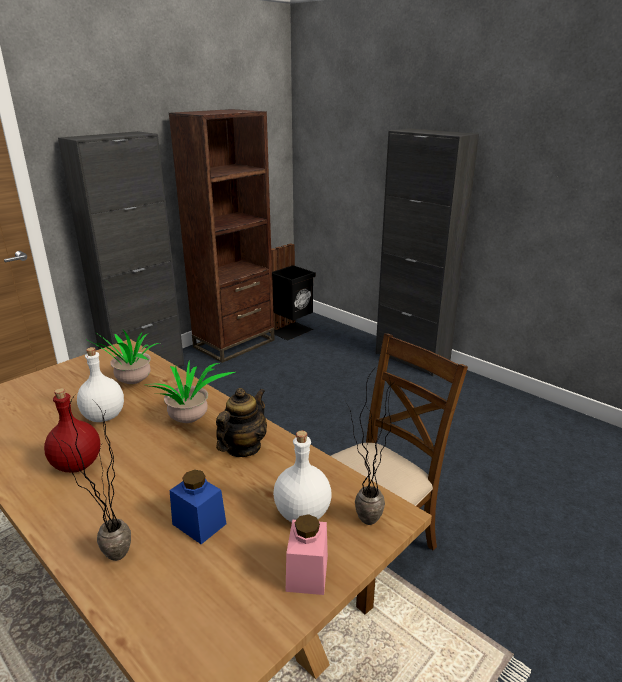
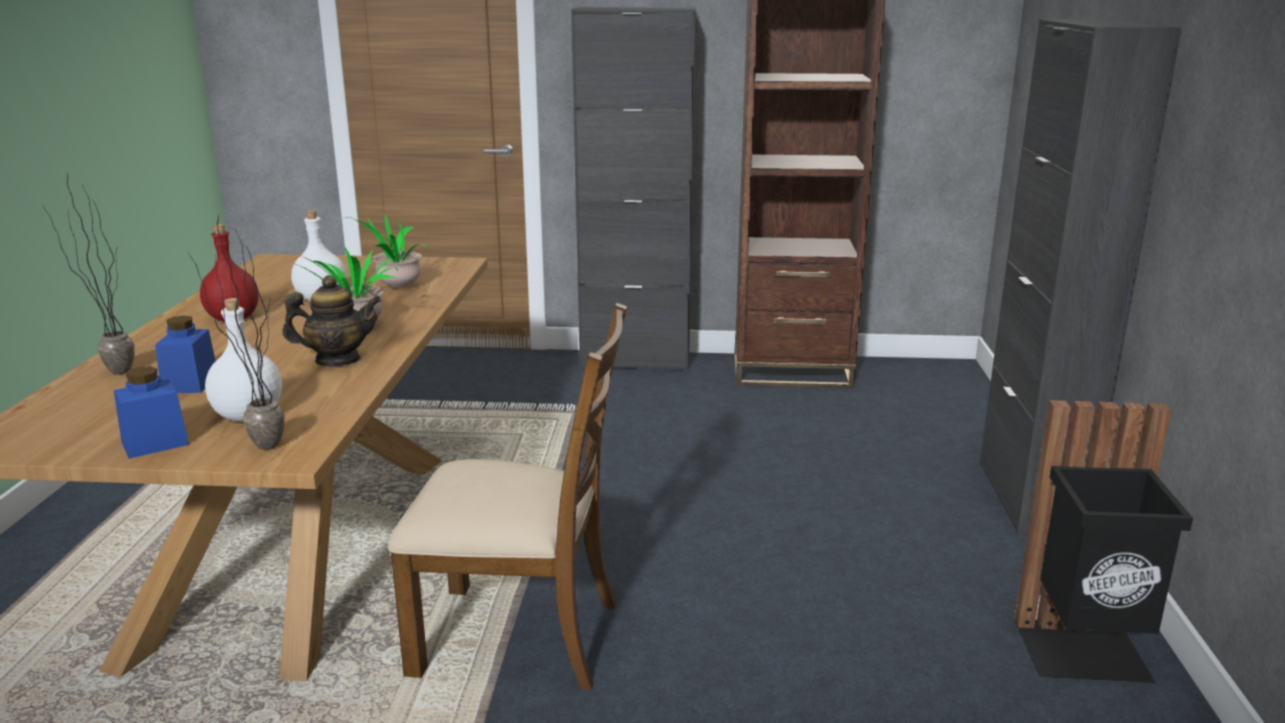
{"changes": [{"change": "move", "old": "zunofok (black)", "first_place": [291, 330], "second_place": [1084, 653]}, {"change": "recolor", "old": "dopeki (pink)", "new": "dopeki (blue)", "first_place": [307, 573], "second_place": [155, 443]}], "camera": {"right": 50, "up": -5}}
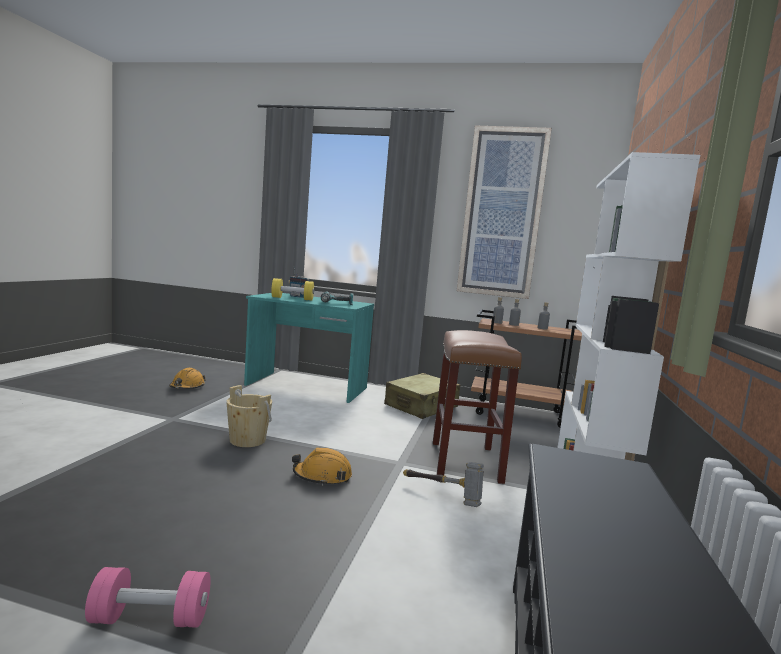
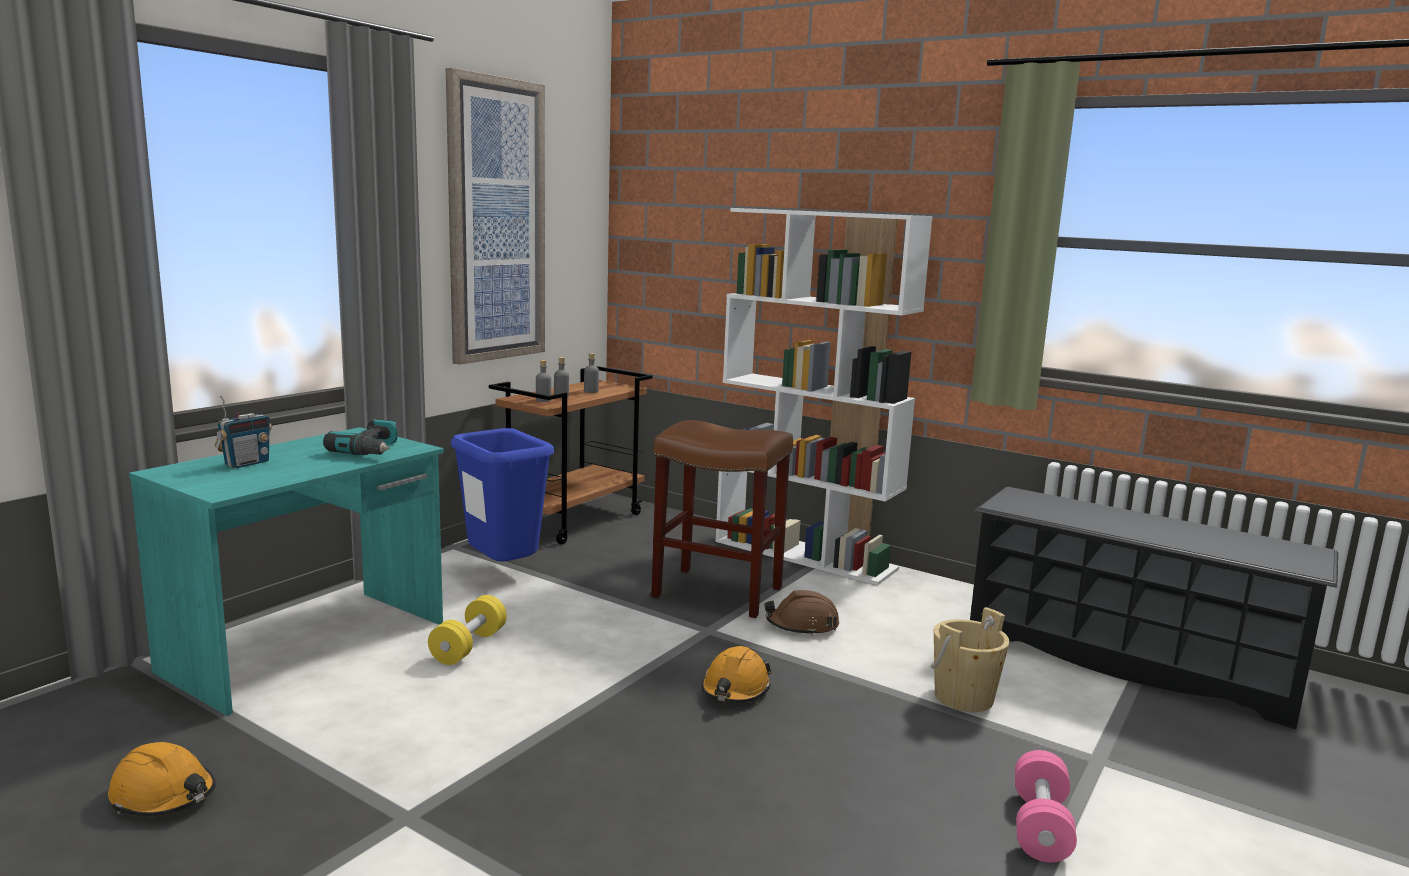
{"changes": [{"change": "move", "old": "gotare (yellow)", "first_place": [292, 298], "second_place": [469, 646]}, {"change": "replace", "old": "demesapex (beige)", "new": "zunofok (blue)", "first_place": [421, 406], "second_place": [502, 571]}, {"change": "move", "old": "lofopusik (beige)", "first_place": [247, 440], "second_place": [963, 697]}, {"change": "replace", "old": "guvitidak", "new": "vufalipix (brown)", "first_place": [443, 495], "second_place": [802, 625]}], "camera": {"right": -70, "up": 5}}
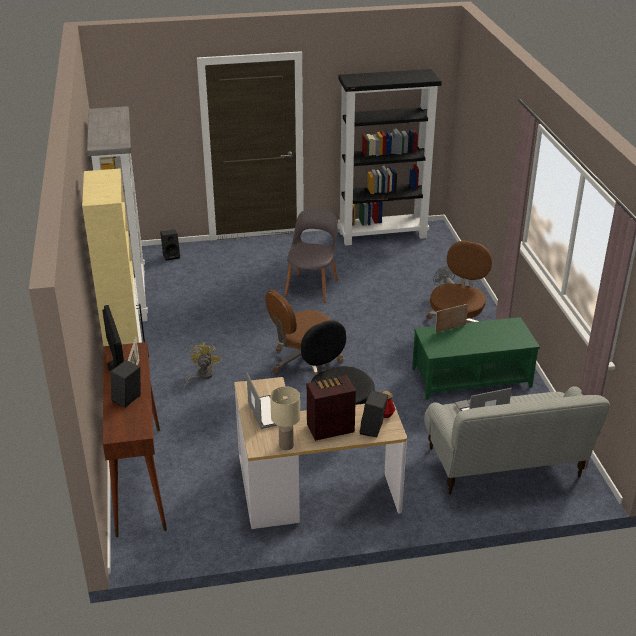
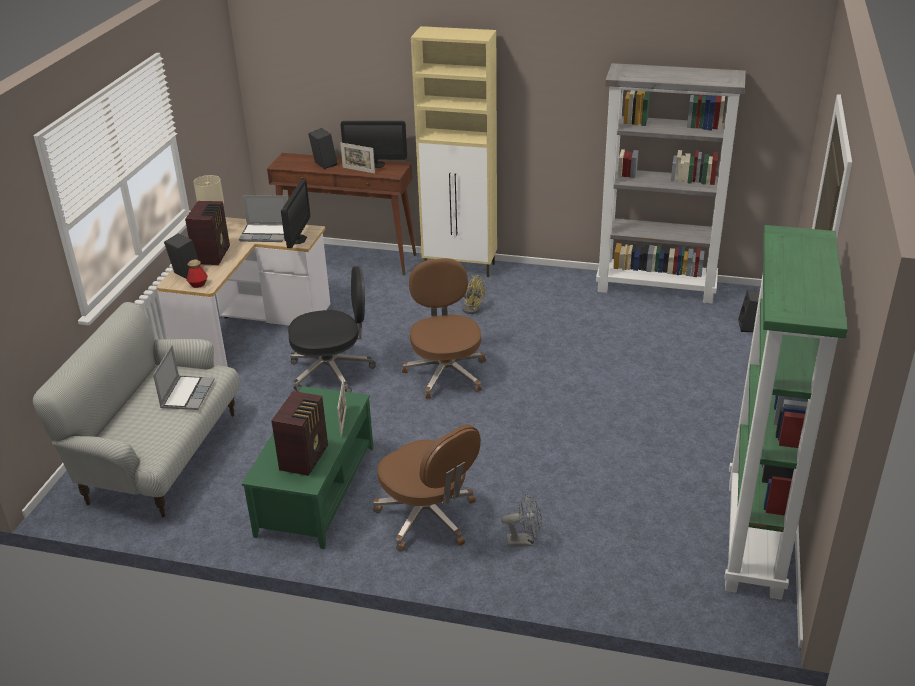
{"changes": [{"change": "recolor", "old": "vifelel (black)", "new": "vifelel (green)", "first_place": [383, 234], "second_place": [755, 539]}, {"change": "delete", "old": "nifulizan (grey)", "first_place": [312, 287]}, {"change": "insert", "new": "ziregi", "second_place": [297, 239]}, {"change": "insert", "new": "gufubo", "second_place": [305, 457]}], "camera": {"right": 115, "up": 0}}
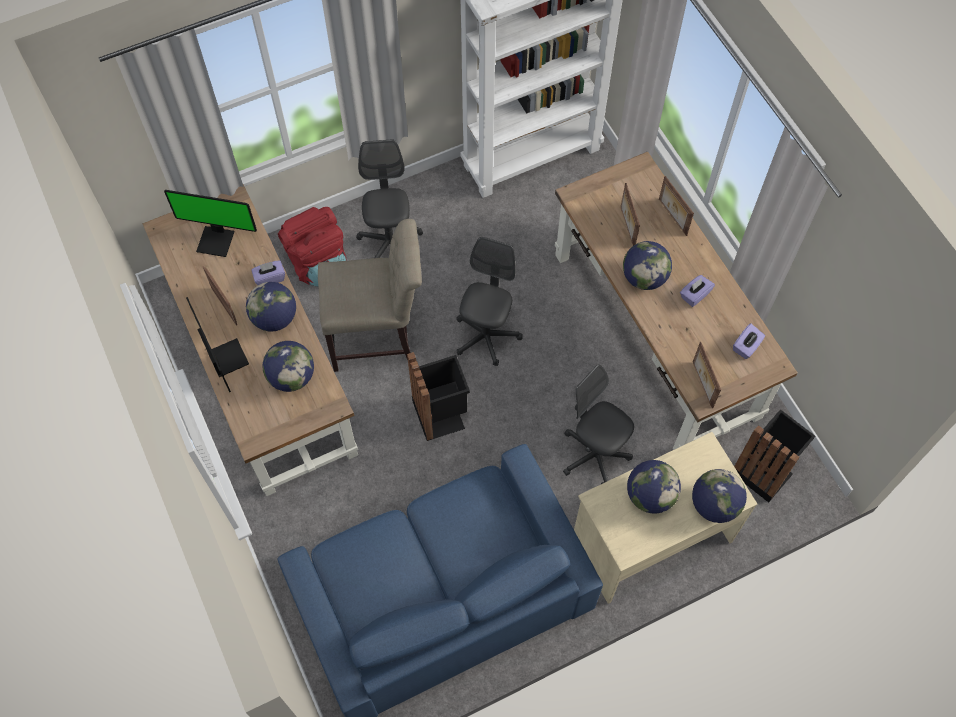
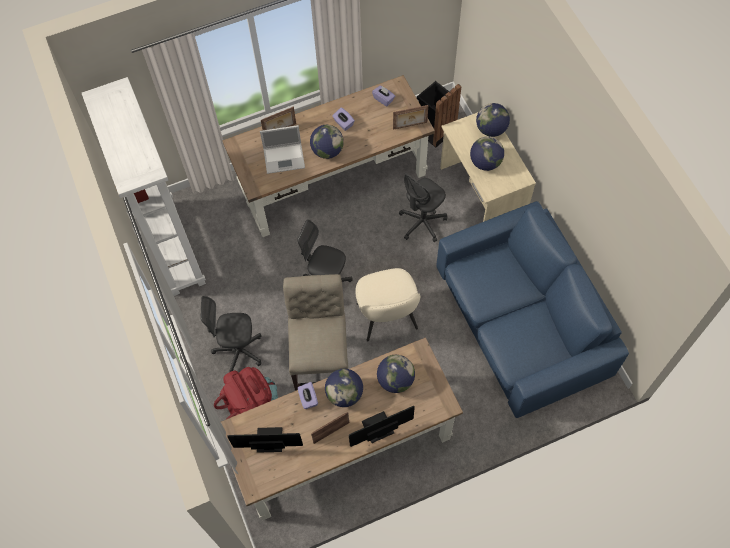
{"changes": [{"change": "replace", "old": "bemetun", "new": "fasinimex", "first_place": [626, 226], "second_place": [285, 158]}, {"change": "rotate", "old": "ziregi", "first_place": [217, 240], "second_place": [269, 441], "degrees": -105}, {"change": "replace", "old": "zunofok (black)", "new": "nifulizan (beige)", "first_place": [441, 413], "second_place": [387, 318]}], "camera": {"right": -85, "up": 0}}
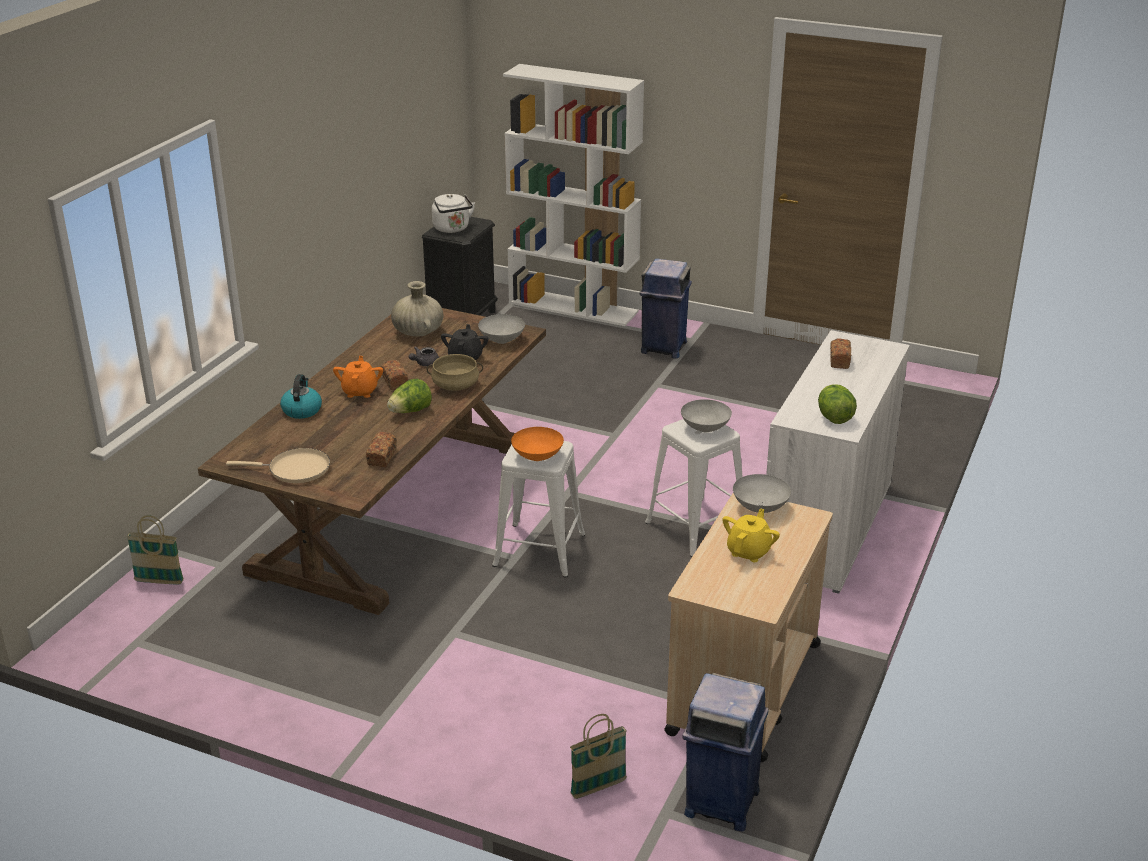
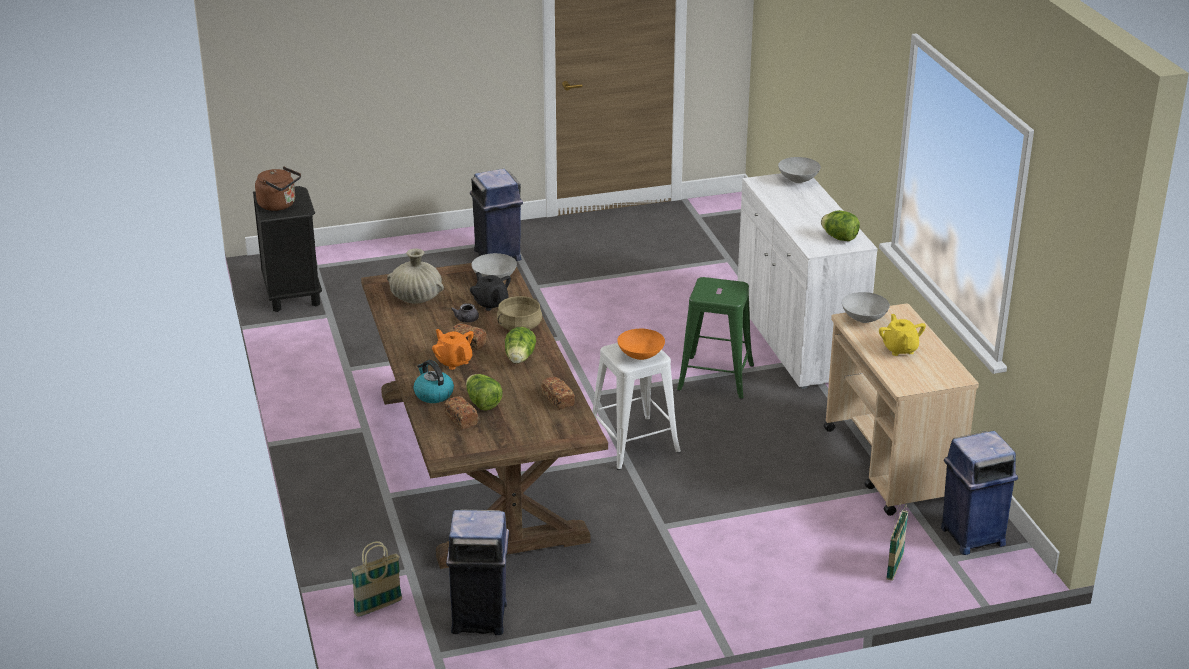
{"changes": [{"change": "delete", "old": "vifelel (white)", "first_place": [574, 307]}, {"change": "recolor", "old": "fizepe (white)", "new": "fizepe (brown)", "first_place": [452, 229], "second_place": [279, 205]}, {"change": "move", "old": "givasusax", "first_place": [839, 360], "second_place": [461, 419]}, {"change": "move", "old": "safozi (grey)", "first_place": [705, 428], "second_place": [798, 180]}, {"change": "recolor", "old": "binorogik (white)", "new": "binorogik (green)", "first_place": [696, 527], "second_place": [715, 377]}, {"change": "delete", "old": "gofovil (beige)", "first_place": [295, 469]}, {"change": "insert", "new": "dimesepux", "second_place": [482, 403]}, {"change": "insert", "new": "zunofok (blue)", "second_place": [480, 618]}], "camera": {"right": -40, "up": 0}}
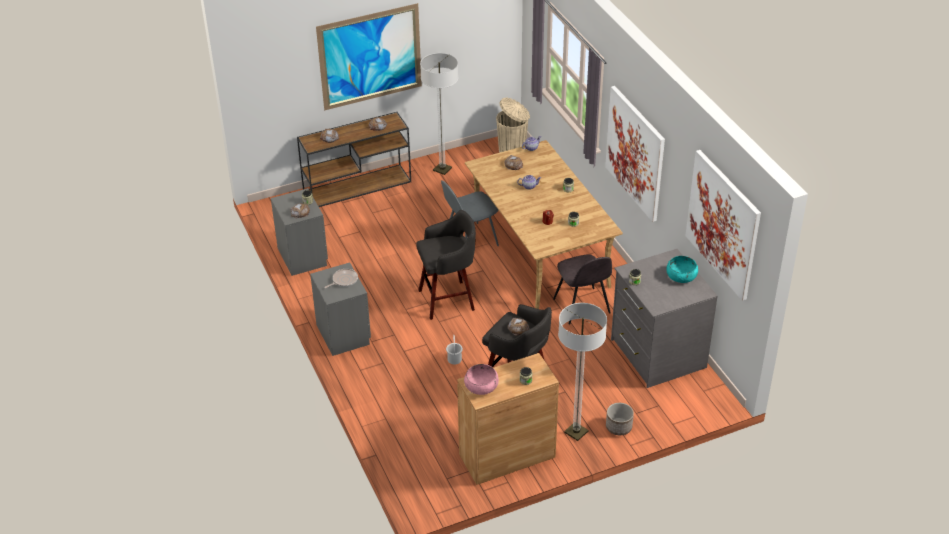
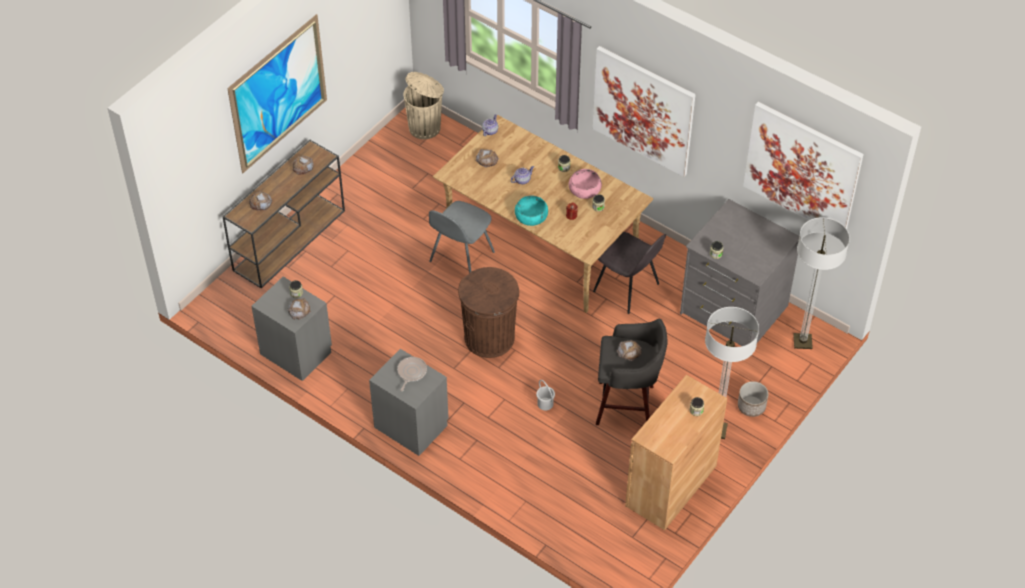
{"changes": [{"change": "move", "old": "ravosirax", "first_place": [442, 169], "second_place": [802, 342]}, {"change": "replace", "old": "binorogik (grey)", "new": "zunofok (brown)", "first_place": [448, 300], "second_place": [489, 338]}, {"change": "move", "old": "safozi (turquoise)", "first_place": [681, 275], "second_place": [531, 216]}, {"change": "move", "old": "safozi (pink)", "first_place": [481, 386], "second_place": [584, 190]}], "camera": {"right": -30, "up": 10}}
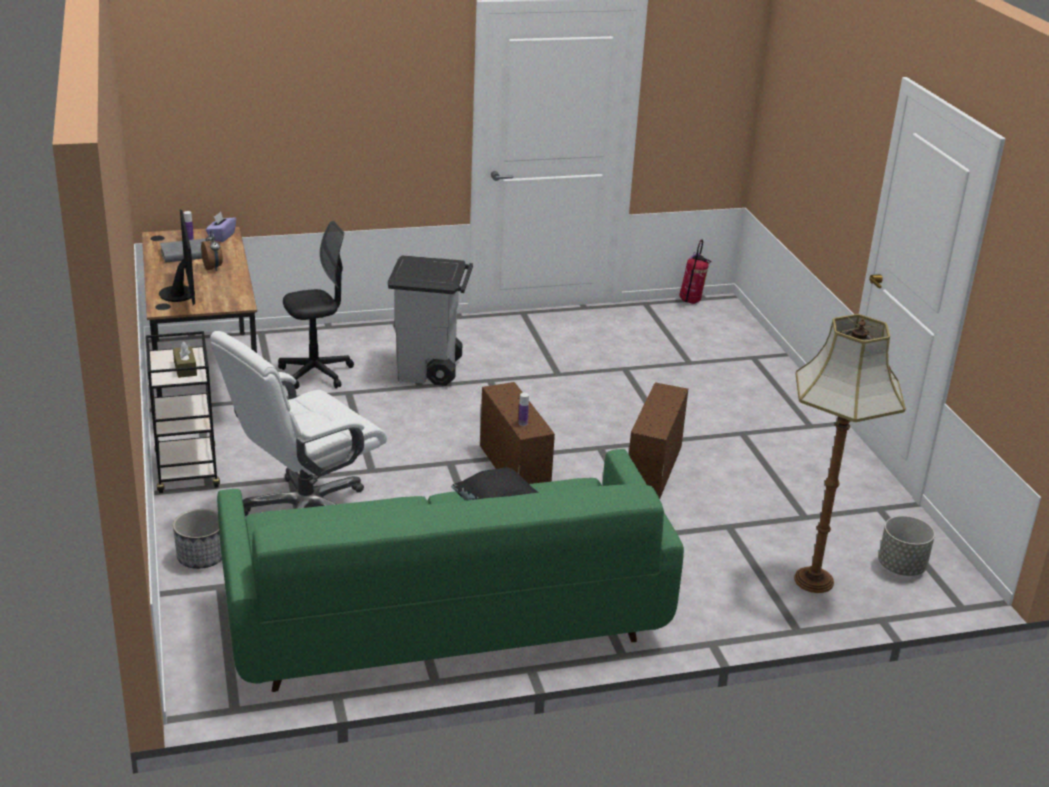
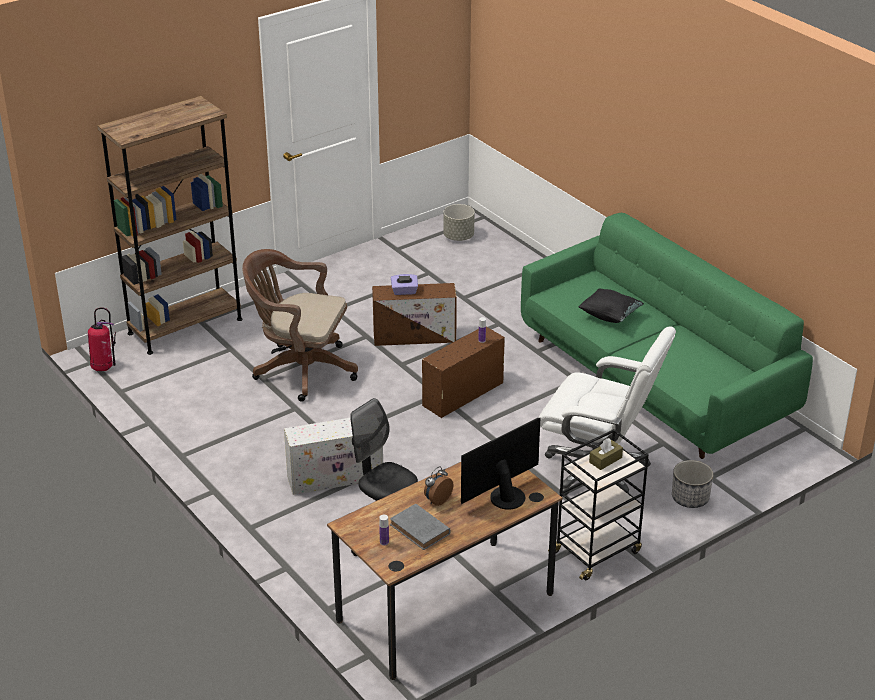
{"changes": [{"change": "move", "old": "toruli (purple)", "first_place": [221, 236], "second_place": [404, 291]}, {"change": "replace", "old": "zunofok (grey)", "new": "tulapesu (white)", "first_place": [429, 371], "second_place": [336, 477]}, {"change": "delete", "old": "ravosirax", "first_place": [813, 581]}, {"change": "insert", "new": "vifelel (brown)", "second_place": [185, 326]}, {"change": "insert", "new": "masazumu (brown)", "second_place": [300, 369]}], "camera": {"right": -110, "up": 5}}
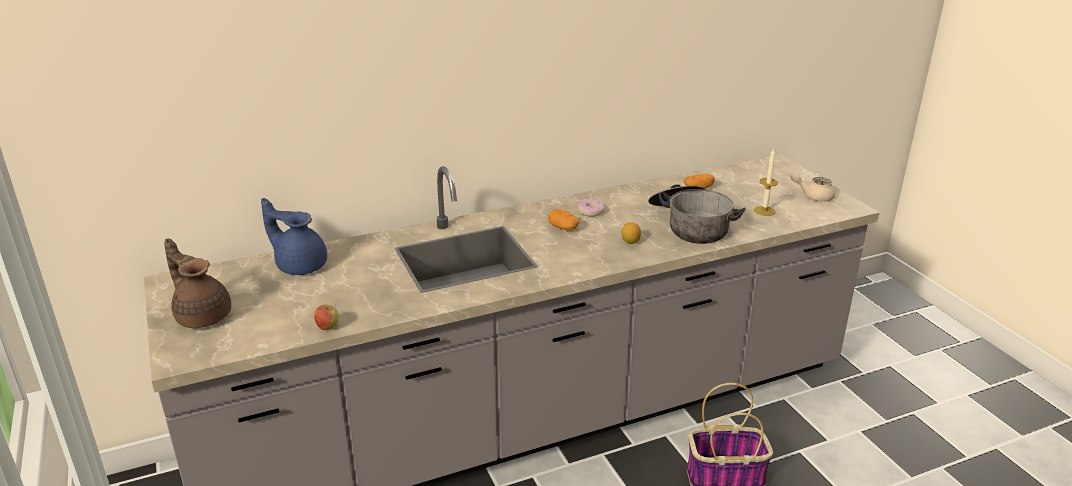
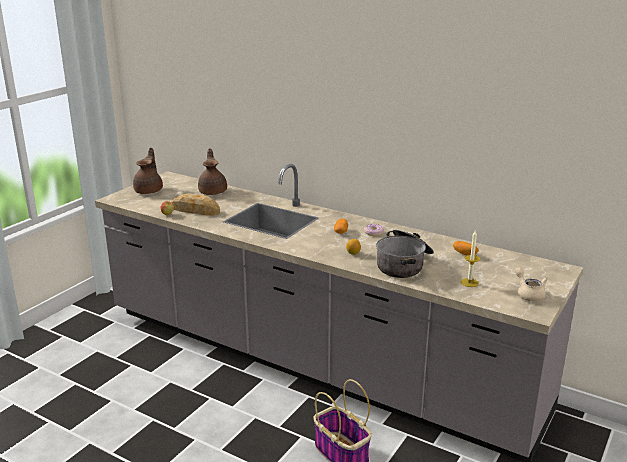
{"changes": [{"change": "recolor", "old": "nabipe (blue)", "new": "nabipe (brown)", "first_place": [300, 265], "second_place": [213, 191]}, {"change": "insert", "new": "givasusax", "second_place": [195, 210]}], "camera": {"right": 55, "up": -5}}
